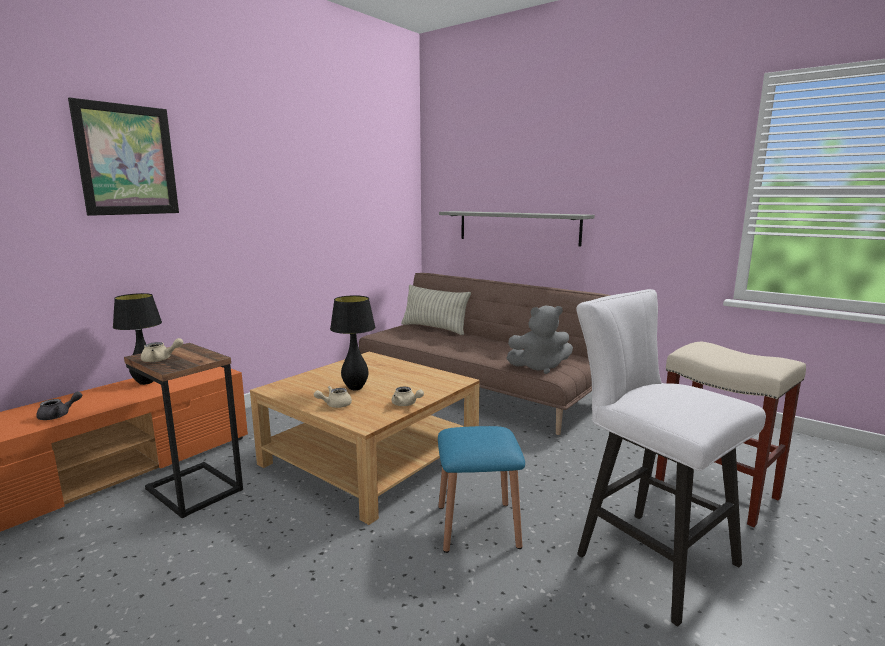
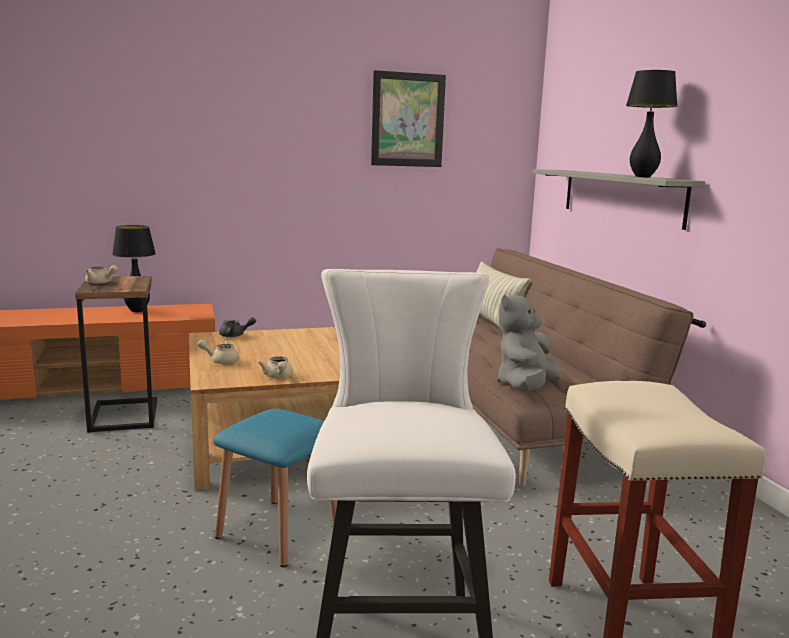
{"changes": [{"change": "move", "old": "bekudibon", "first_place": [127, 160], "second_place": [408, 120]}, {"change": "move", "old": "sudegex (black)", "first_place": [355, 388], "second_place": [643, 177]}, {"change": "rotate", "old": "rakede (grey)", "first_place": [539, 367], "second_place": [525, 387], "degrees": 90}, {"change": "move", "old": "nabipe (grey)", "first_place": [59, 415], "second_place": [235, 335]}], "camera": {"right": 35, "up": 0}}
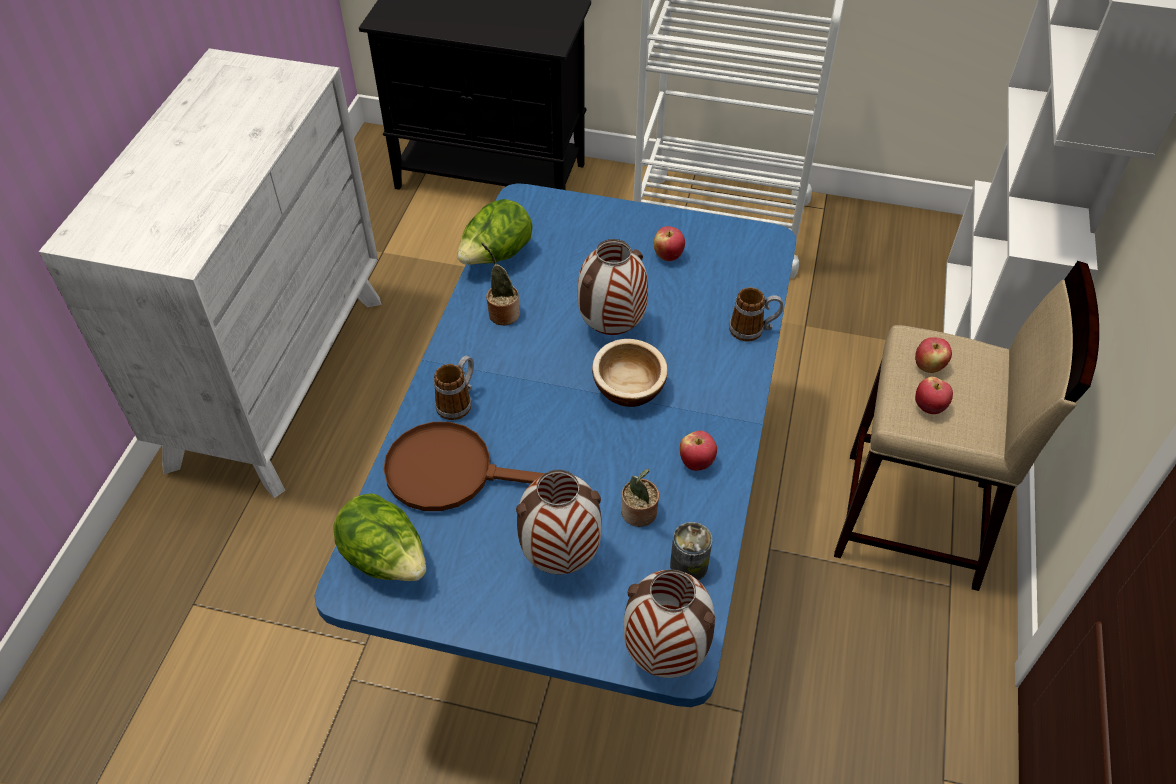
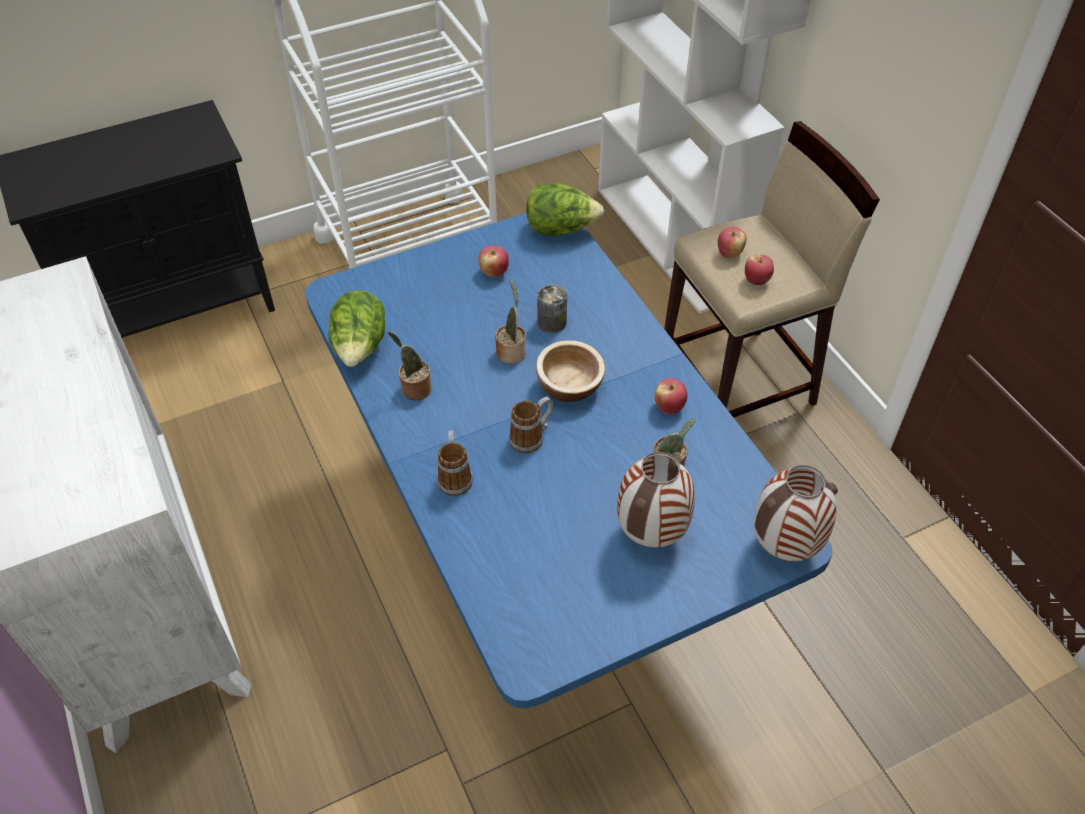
{"changes": [{"change": "replace", "old": "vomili", "new": "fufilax", "first_place": [611, 330], "second_place": [511, 351]}, {"change": "move", "old": "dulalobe", "first_place": [753, 330], "second_place": [532, 437]}, {"change": "delete", "old": "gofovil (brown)", "first_place": [455, 472]}, {"change": "move", "old": "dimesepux", "first_place": [386, 559], "second_place": [561, 229]}, {"change": "move", "old": "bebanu", "first_place": [689, 565], "second_place": [552, 322]}], "camera": {"right": -40, "up": 0}}
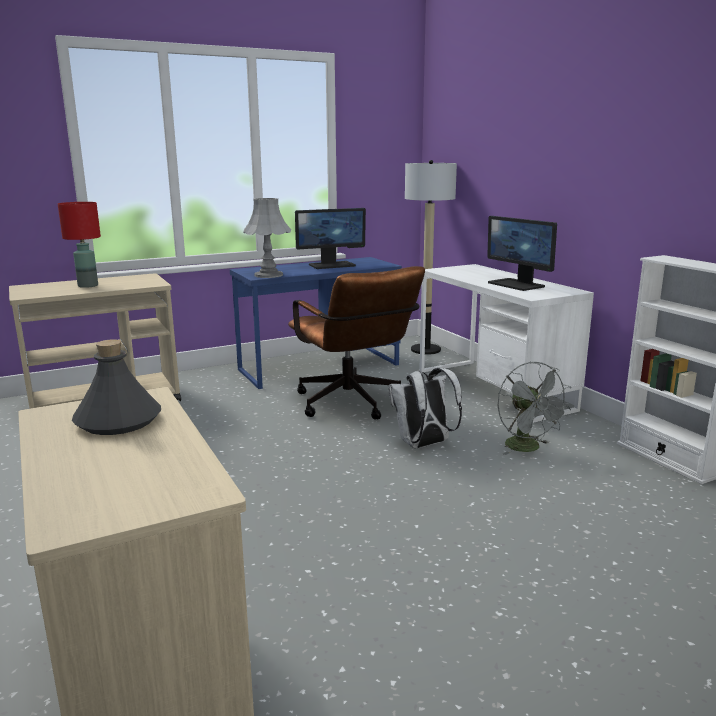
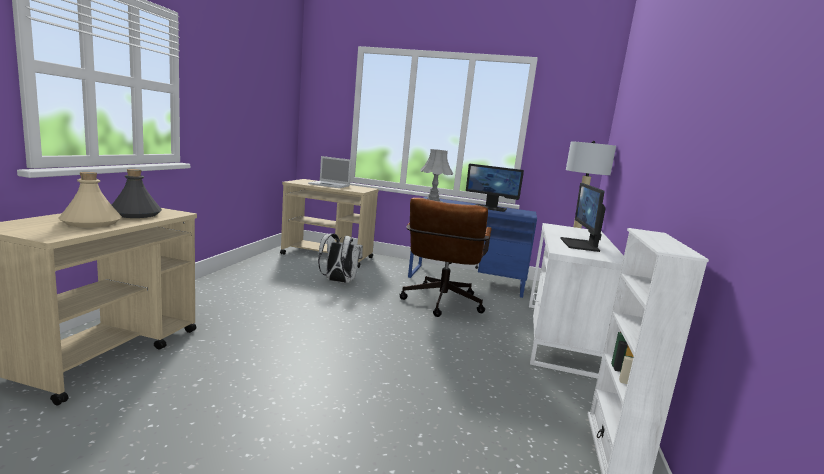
{"changes": [{"change": "replace", "old": "sudegex (red)", "new": "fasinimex", "first_place": [88, 285], "second_place": [330, 185]}, {"change": "delete", "old": "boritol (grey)", "first_place": [528, 448]}, {"change": "move", "old": "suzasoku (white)", "first_place": [423, 445], "second_place": [338, 281]}, {"change": "insert", "new": "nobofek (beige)", "second_place": [91, 223]}], "camera": {"right": 40, "up": -5}}
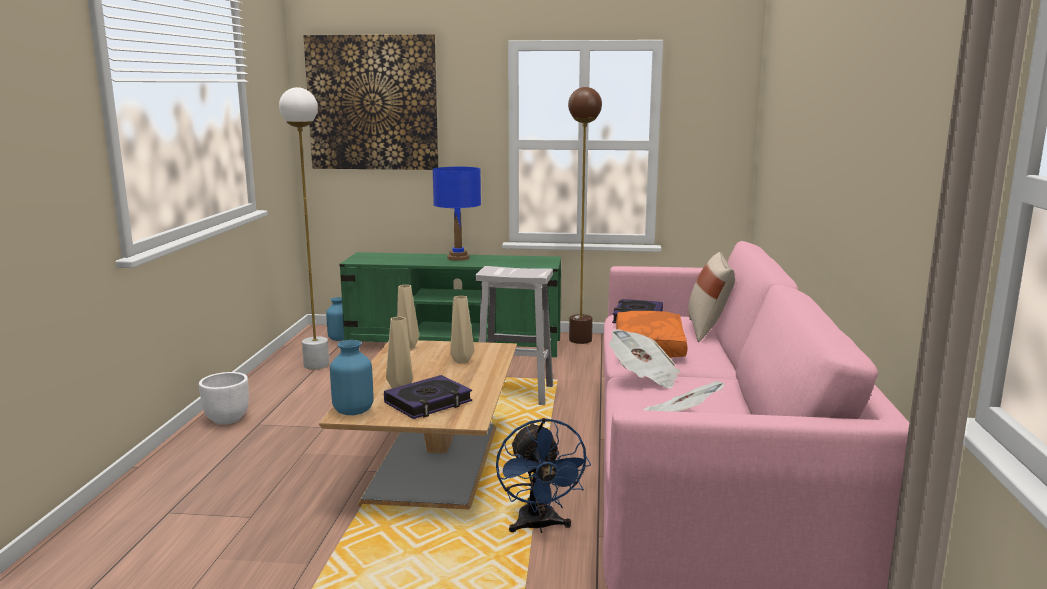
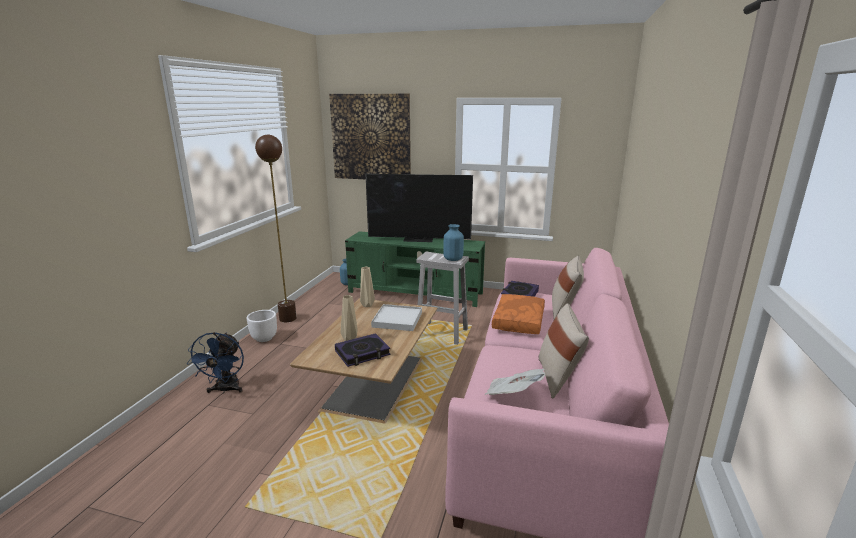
{"changes": [{"change": "delete", "old": "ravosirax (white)", "first_place": [316, 365]}, {"change": "move", "old": "ravosirax (brown)", "first_place": [580, 340], "second_place": [287, 319]}, {"change": "replace", "old": "sudegex (blue)", "new": "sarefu", "first_place": [458, 258], "second_place": [419, 239]}, {"change": "replace", "old": "vomili (beige)", "new": "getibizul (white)", "first_place": [462, 361], "second_place": [397, 320]}, {"change": "delete", "old": "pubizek", "first_place": [644, 377]}, {"change": "move", "old": "vomili (blue)", "first_place": [354, 411], "second_place": [453, 259]}, {"change": "move", "old": "boritol (blue)", "first_place": [539, 526], "second_place": [225, 390]}, {"change": "insert", "new": "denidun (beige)", "second_place": [558, 378]}], "camera": {"right": 10, "up": 5}}
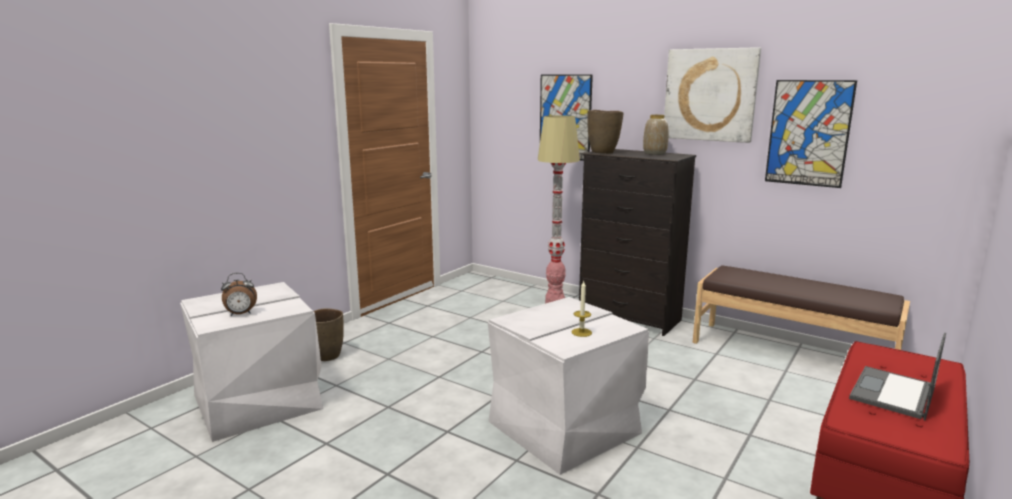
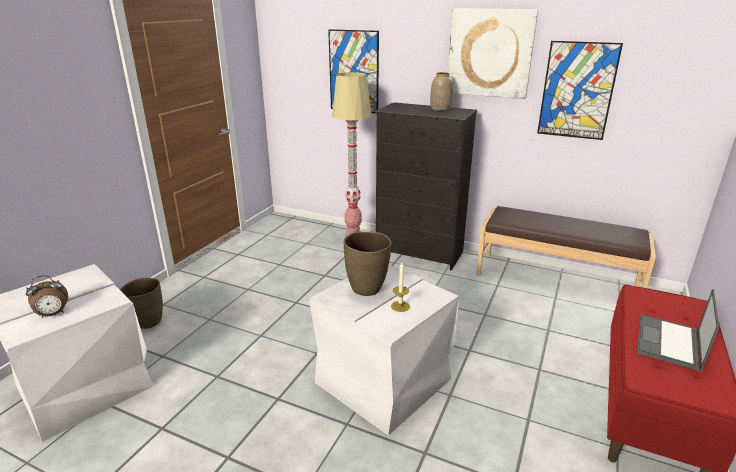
{"changes": [{"change": "move", "old": "vomili (brown)", "first_place": [603, 152], "second_place": [367, 288]}], "camera": {"right": -10, "up": 10}}
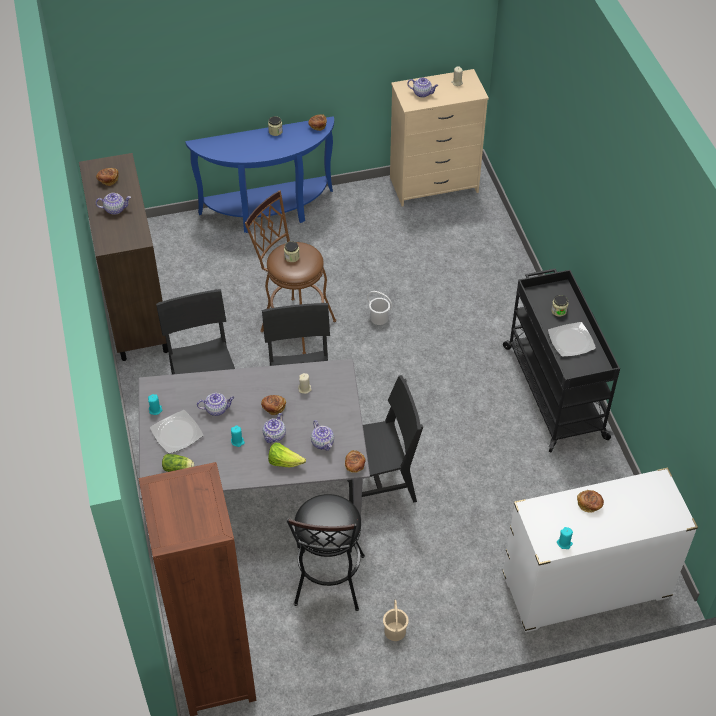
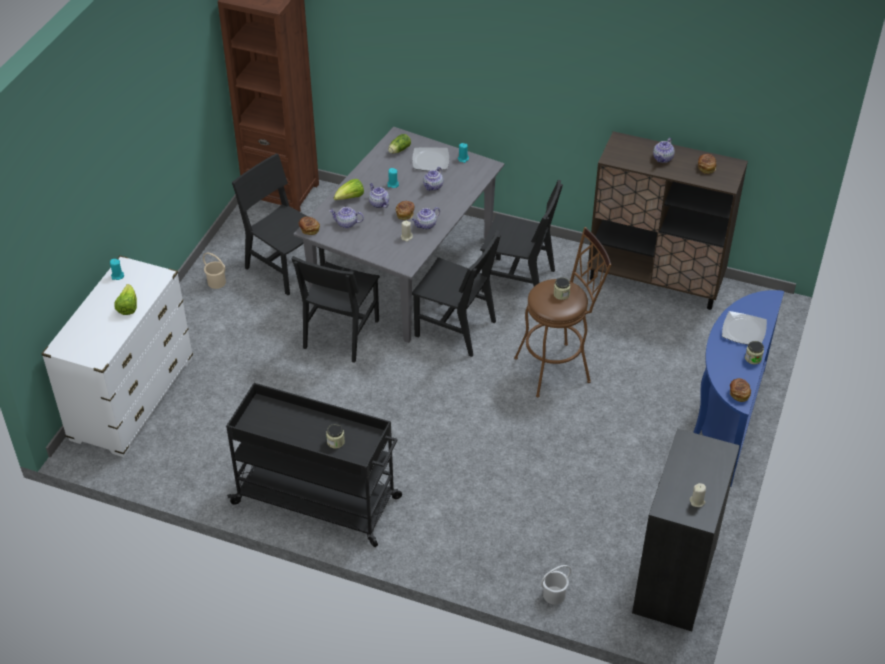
{"changes": [{"change": "recolor", "old": "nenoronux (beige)", "new": "nenoronux (black)", "first_place": [434, 185], "second_place": [673, 579]}, {"change": "move", "old": "nabipe", "first_place": [422, 93], "second_place": [426, 225]}, {"change": "move", "old": "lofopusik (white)", "first_place": [379, 318], "second_place": [553, 595]}, {"change": "move", "old": "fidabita", "first_place": [571, 341], "second_place": [744, 331]}, {"change": "replace", "old": "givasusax", "new": "dimesepux", "first_place": [589, 504], "second_place": [128, 307]}, {"change": "replace", "old": "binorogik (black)", "new": "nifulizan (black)", "first_place": [328, 586], "second_place": [285, 268]}], "camera": {"right": 125, "up": -5}}
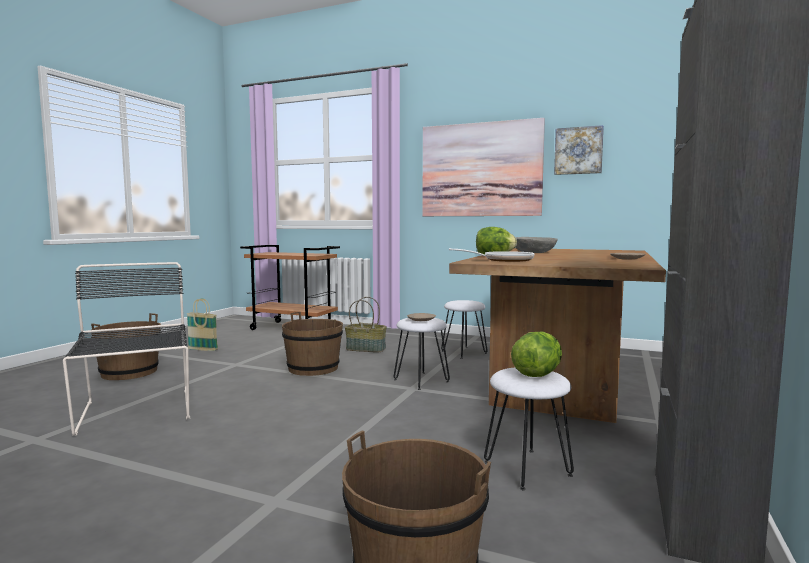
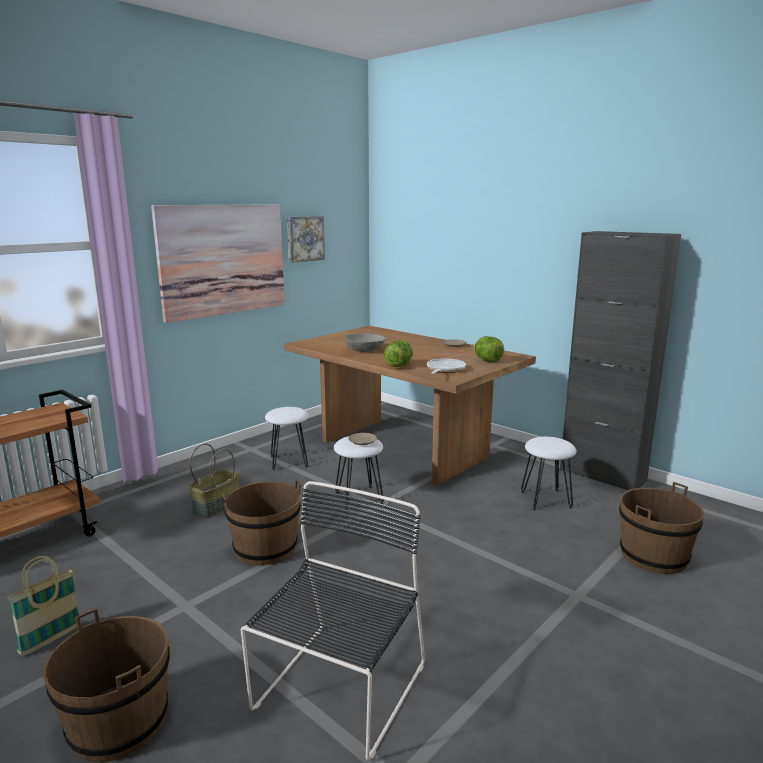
{"changes": [{"change": "rotate", "old": "nifulizan (black)", "first_place": [136, 412], "second_place": [338, 690], "degrees": 120}, {"change": "move", "old": "dimesepux", "first_place": [537, 374], "second_place": [487, 361]}], "camera": {"right": -70, "up": 10}}
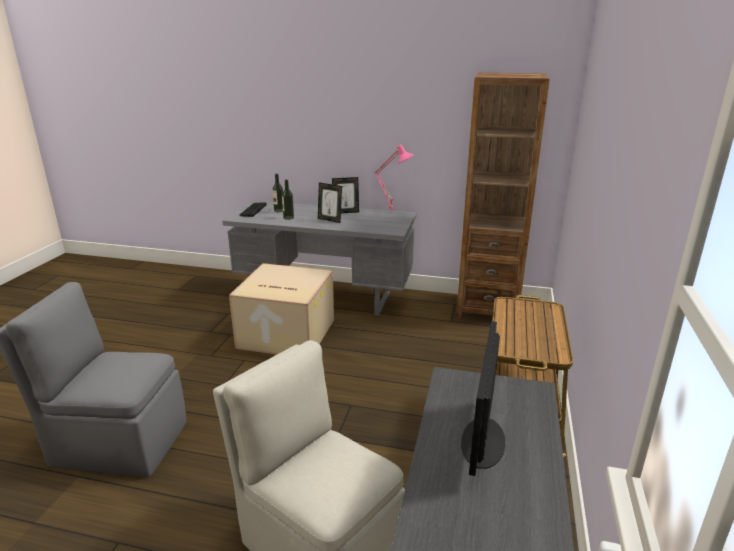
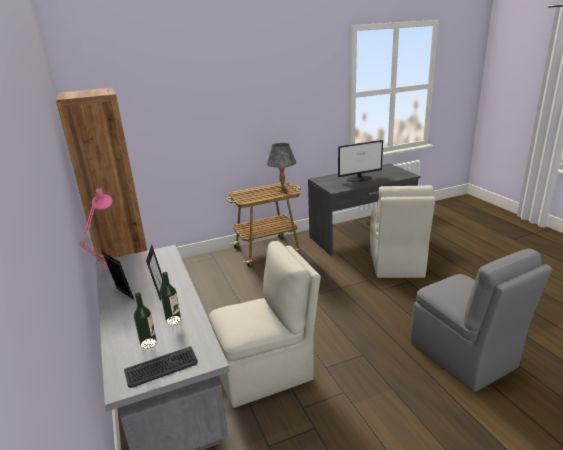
{"changes": [{"change": "replace", "old": "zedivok", "new": "nifulizan (beige)", "first_place": [285, 334], "second_place": [266, 371]}, {"change": "insert", "new": "sudegex (grey)", "second_place": [282, 190]}], "camera": {"right": -125, "up": 0}}
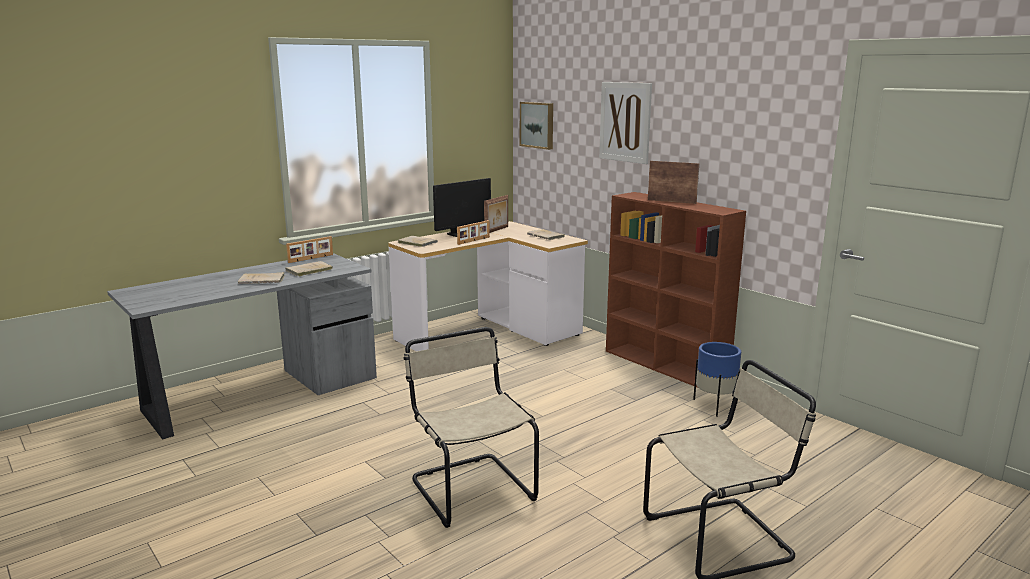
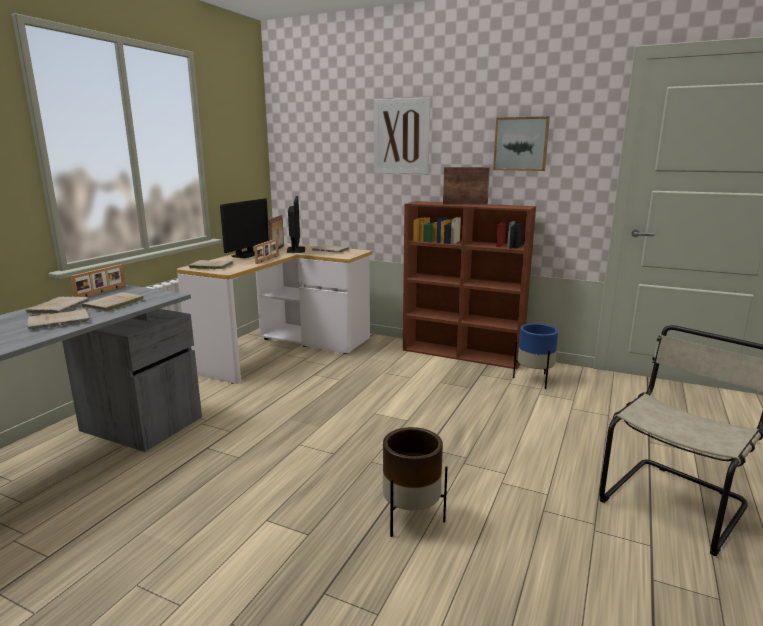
{"changes": [{"change": "move", "old": "bekudibon", "first_place": [538, 125], "second_place": [521, 144]}, {"change": "replace", "old": "nifulizan (beige)", "new": "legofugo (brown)", "first_place": [470, 487], "second_place": [411, 518]}, {"change": "insert", "new": "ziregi", "second_place": [296, 250]}, {"change": "insert", "new": "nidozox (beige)", "second_place": [60, 307]}], "camera": {"right": -25, "up": 0}}
